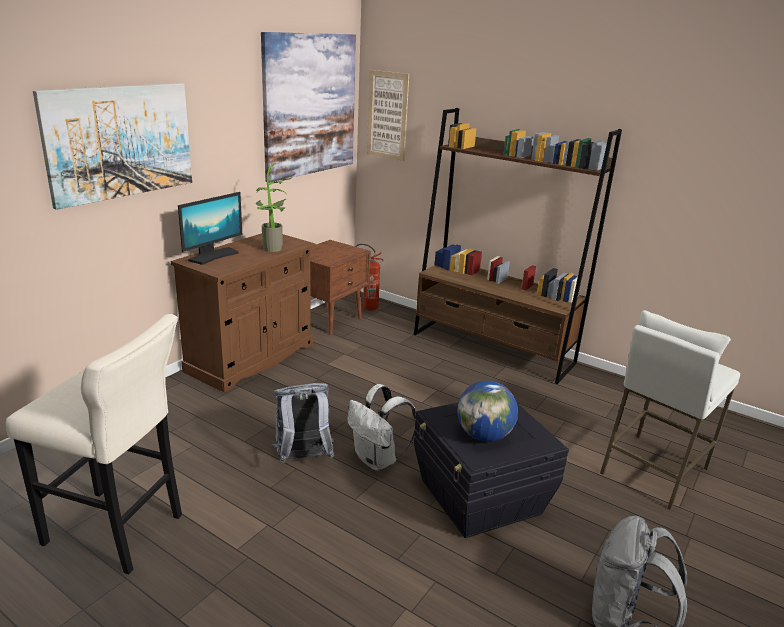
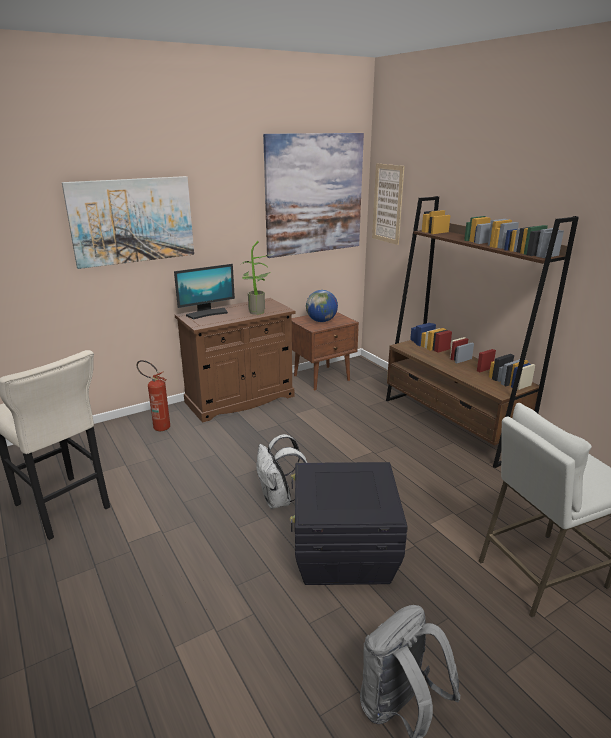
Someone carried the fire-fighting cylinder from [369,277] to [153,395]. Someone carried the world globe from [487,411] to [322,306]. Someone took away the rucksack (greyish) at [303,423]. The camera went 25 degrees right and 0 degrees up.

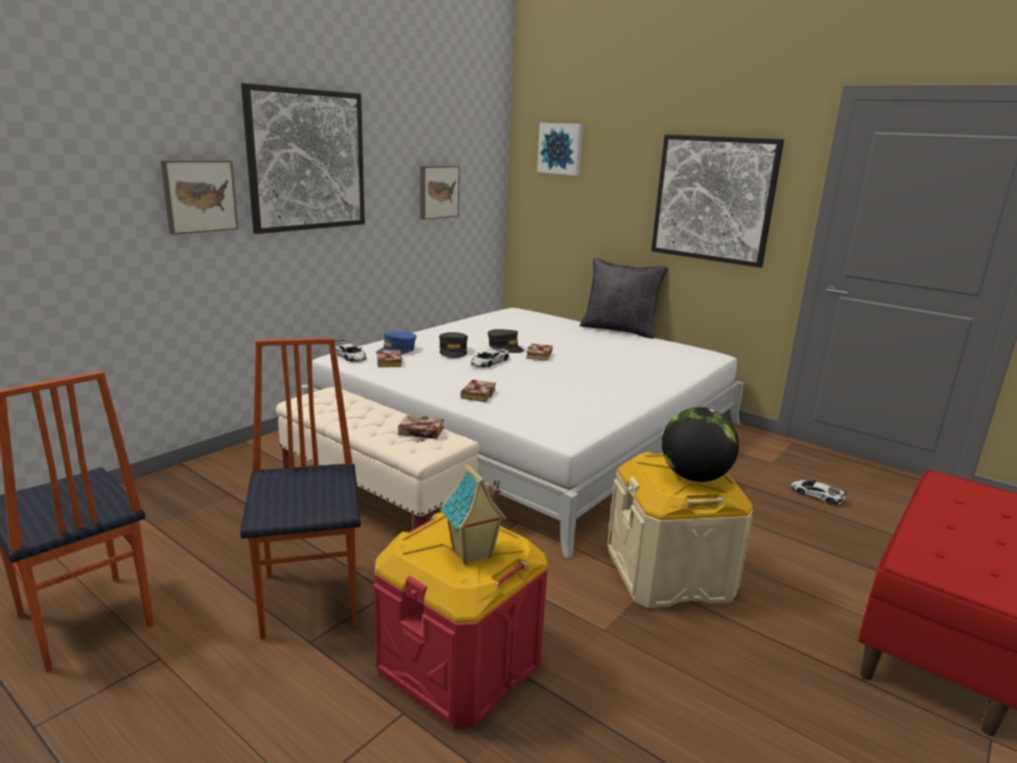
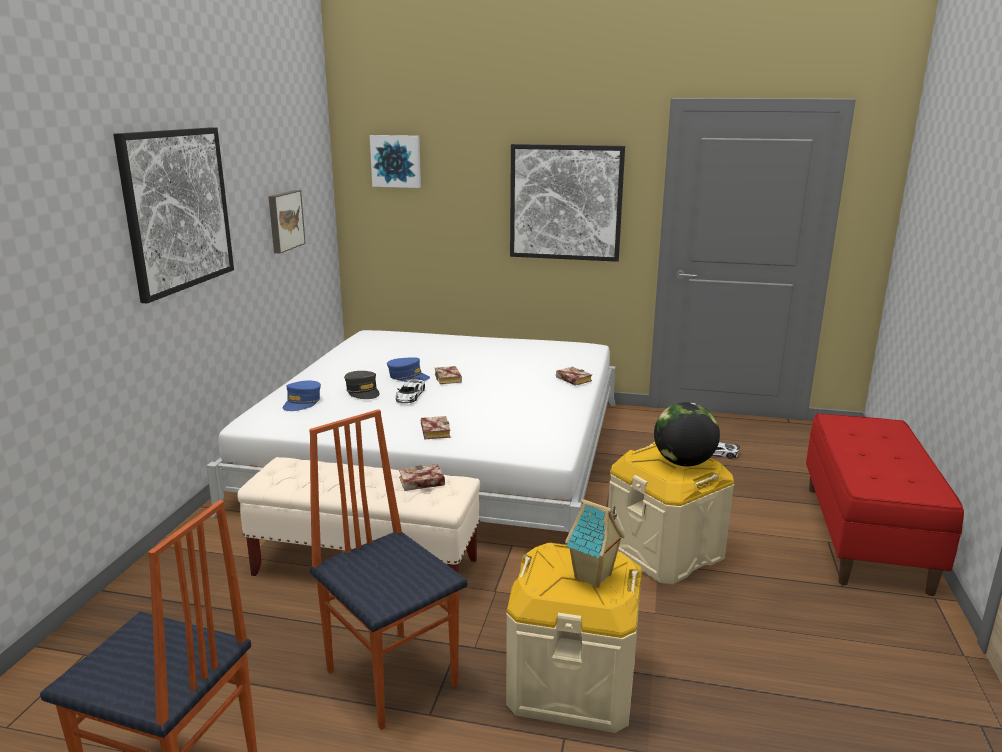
Someone took away the wall art at [199,197]. Someone took away the cushion (blackish) at [624,298]. Someone repainted the peaked cap (greyish) at [506,341], which became the peaked cap (bluish) at [408,369]. Someone took away the toy car at [350,351]. Someone carried the volume from [389,358] to [574,376]. Someone repainted the storage container (red) at [461,620], which became the storage container (beige-coloured) at [574,638]. The camera went 25 degrees left and 0 degrees up.

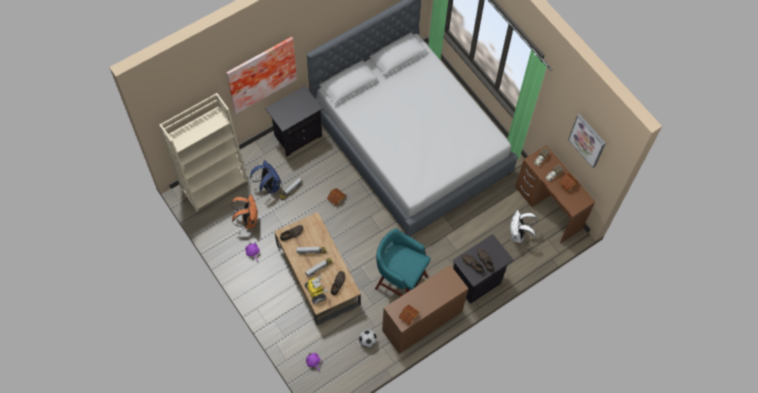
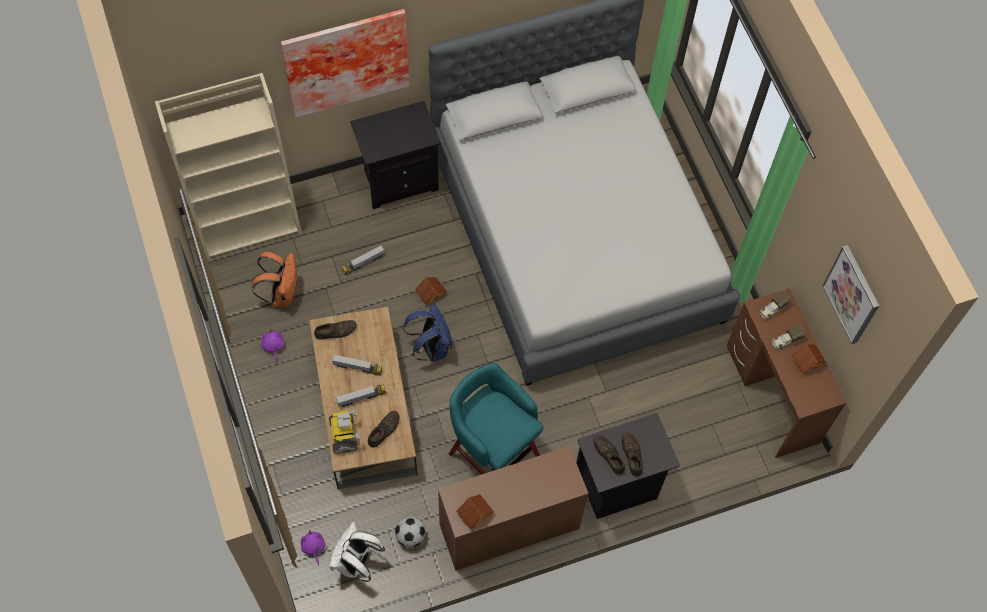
Someone carried the rucksack (bluish) from [266,177] to [427,333]. Someone carried the rucksack (white) from [523,226] to [357,552]. The camera went 15 degrees right and 0 degrees up.

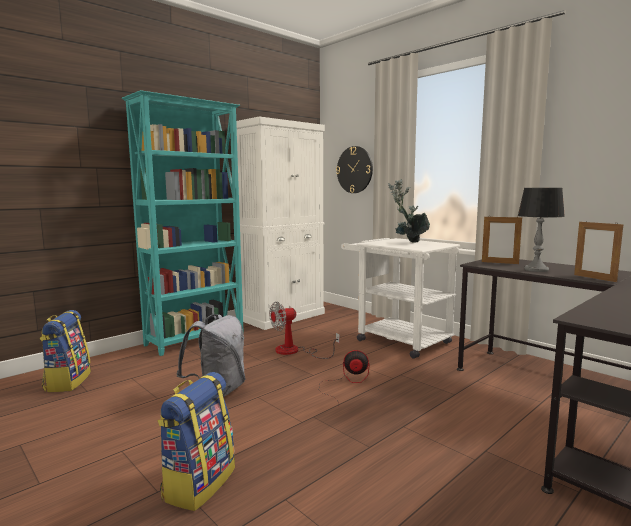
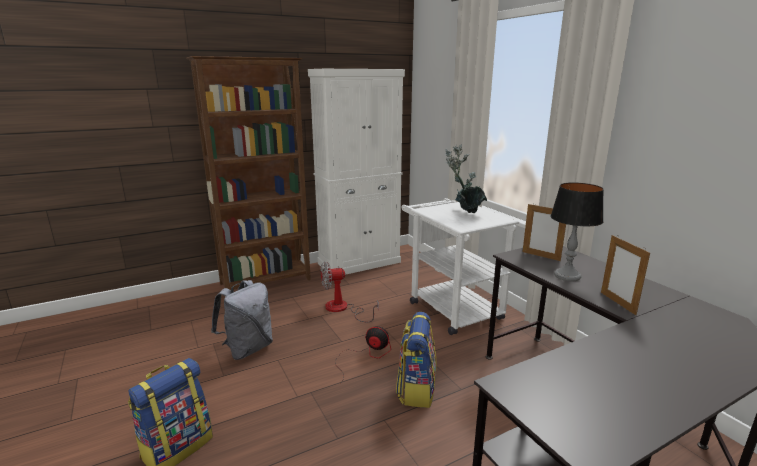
Someone repainted the bookshelf (turquoise-coloured) at [183,223], which became the bookshelf (brown) at [248,173]. Someone took away the clock on the wall at [354,169]. Someone carried the rucksack from [65,351] to [416,360]. The camera went 15 degrees right and 10 degrees up.

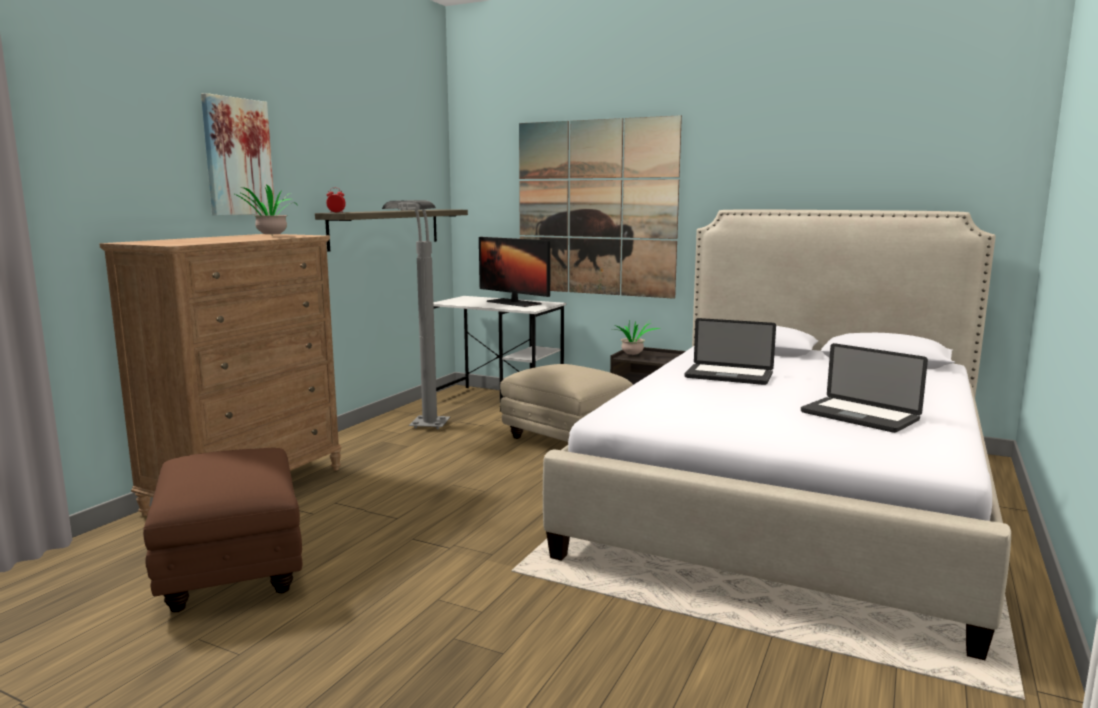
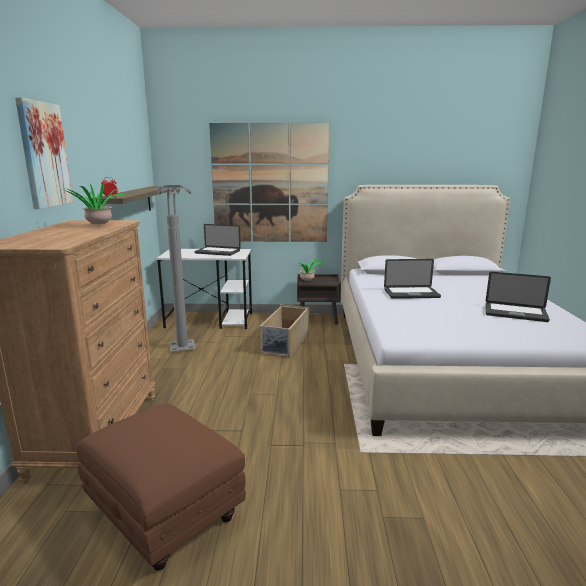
Someone swapped the computer display at [514,272] for the portable computer at [217,240]. Someone swapped the ottoman (beige-coloured) at [566,403] for the storage container (beige-coloured) at [284,331]. The camera went 25 degrees left and 5 degrees up.

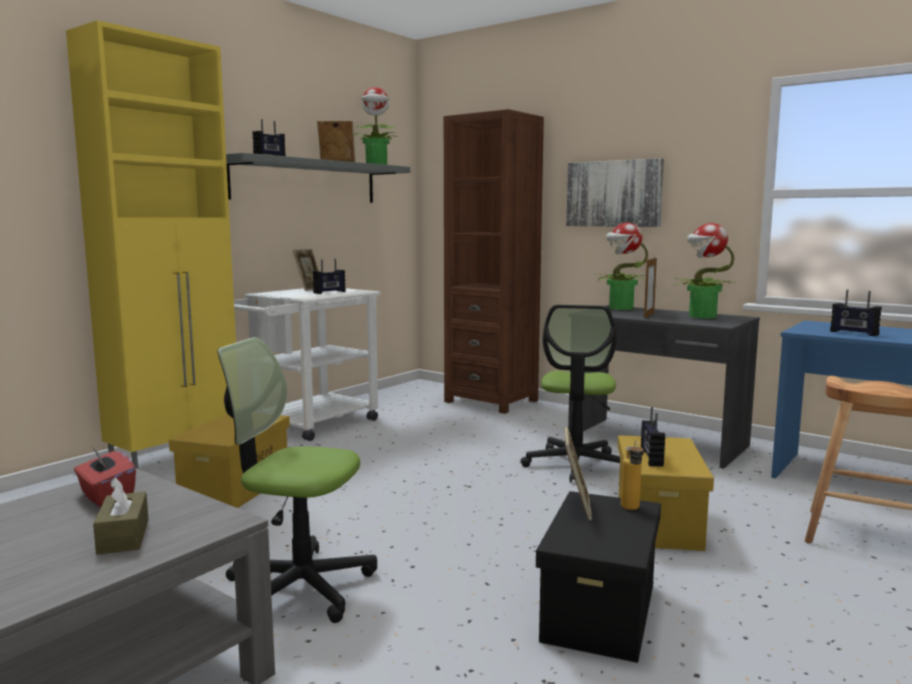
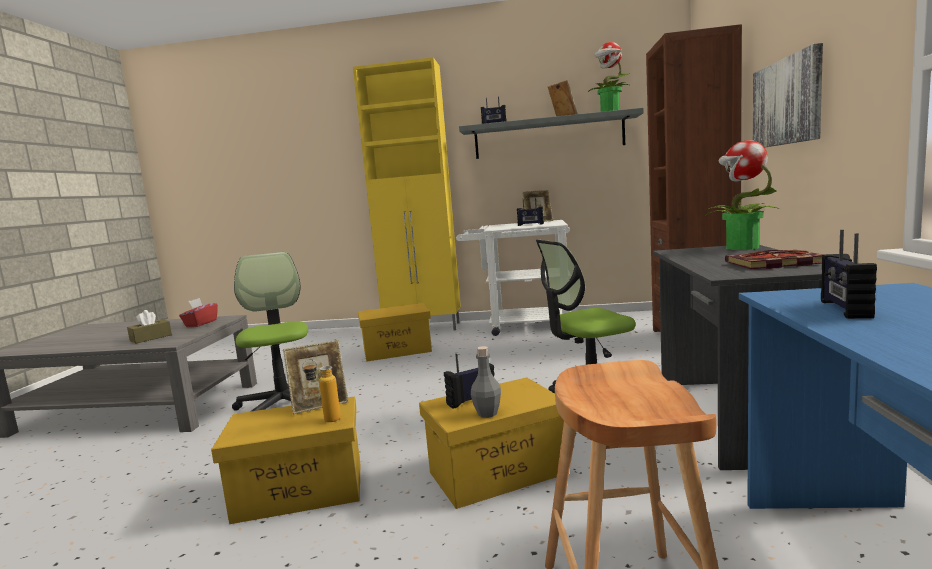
Someone swapped the potted plant at [704,271] for the volume at [774,259]. Someone took away the picture frame at [650,287]. Someone repainted the storage container (blackish) at [598,577], which became the storage container (yellowish) at [285,460]. Someone put down the bottle (greyish) at [486,382]. The camera went 60 degrees right and 0 degrees up.

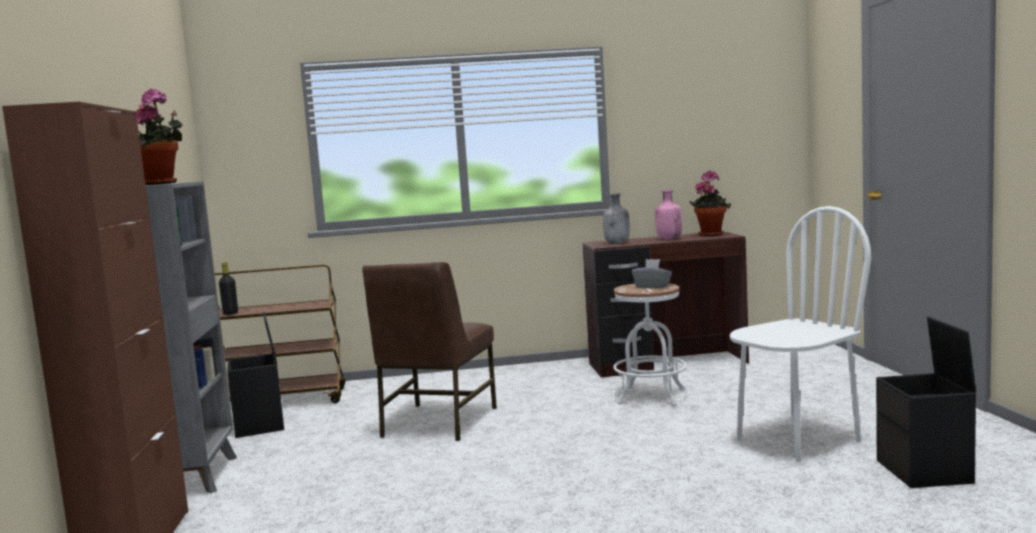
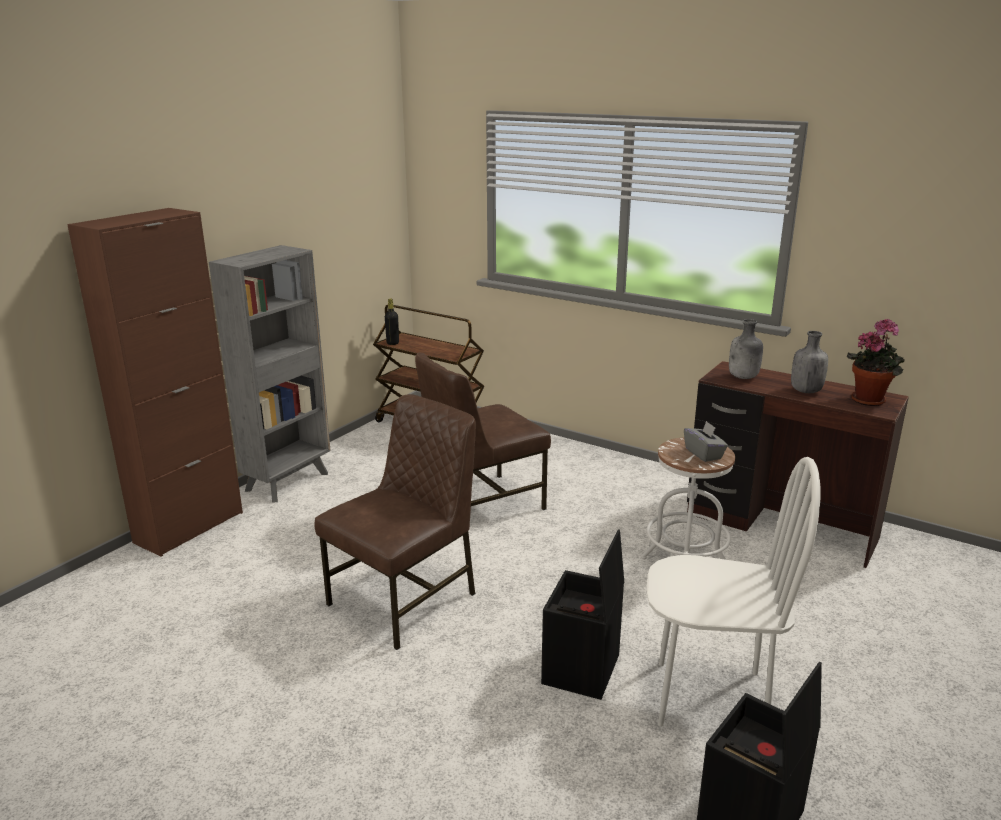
Someone took away the potted plant at [159,137]. Someone repainted the bottle (pink) at [668,214], which became the bottle (greyish) at [809,362]. Someone carried the storage container (blackish) from [255,375] to [582,614]. Someone put down the plain chair (brown) at [395,522]. The camera went 40 degrees right and 15 degrees up.

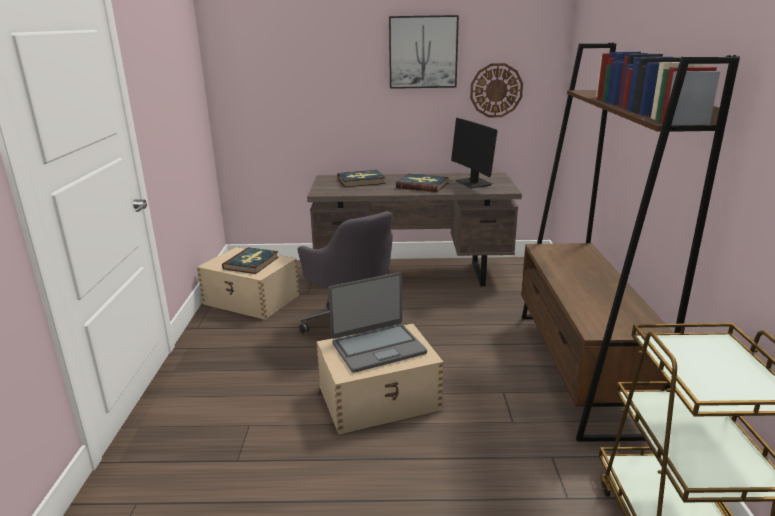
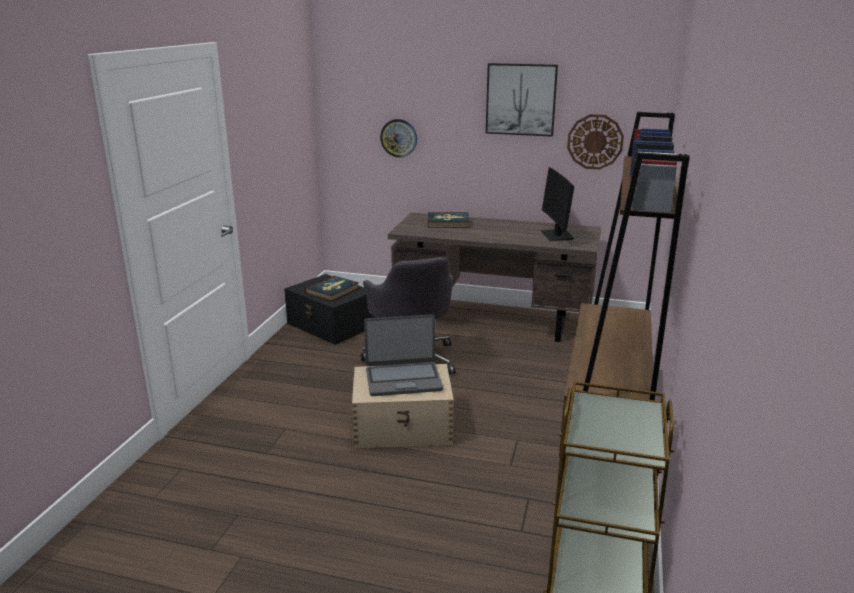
Someone took away the volume at [422,183]. Someone repainted the storage container (beige-coloured) at [248,283], which became the storage container (blackish) at [329,309]. Someone put up the clock on the wall at [398,138]. The camera went 15 degrees right and 0 degrees up.

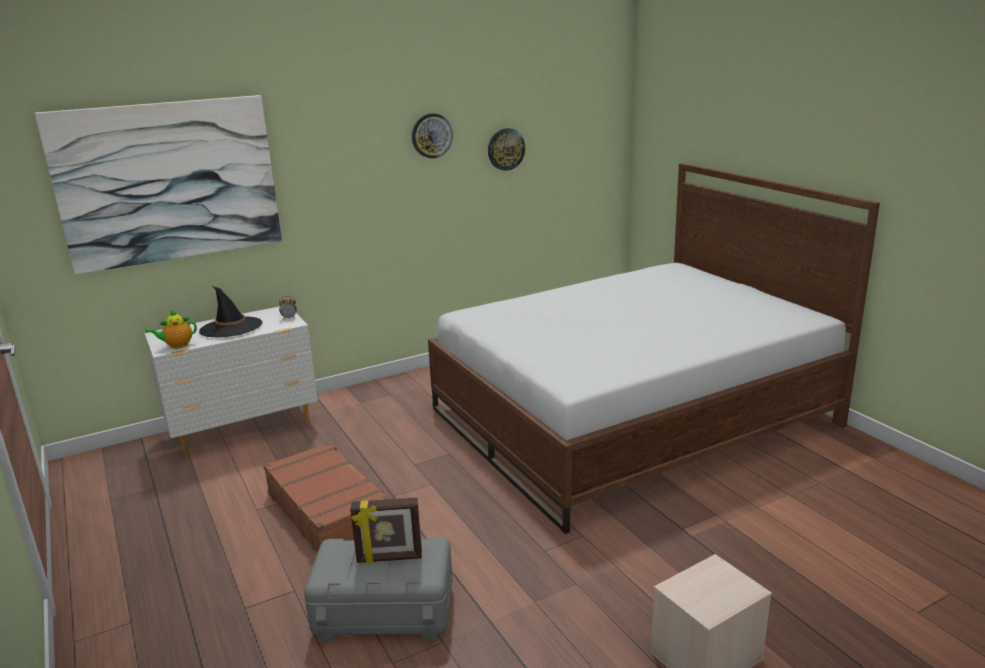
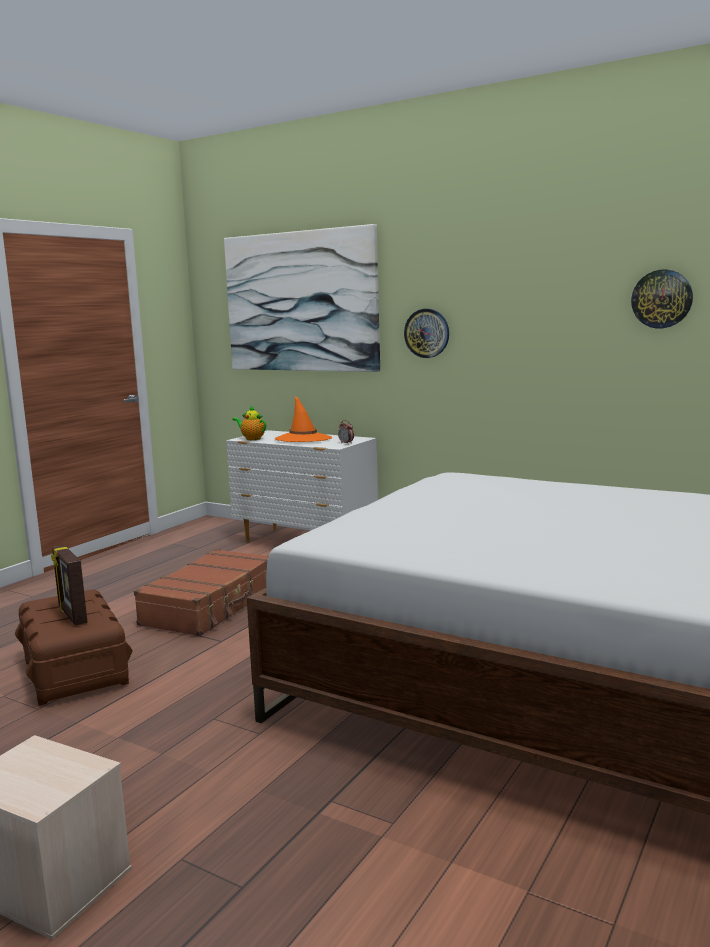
Someone carried the clock on the wall from [432,136] to [426,333]. Someone repainted the hat (blackish) at [230,312], which became the hat (orange) at [303,419]. Someone repainted the storage container (greyish) at [378,589], which became the storage container (brown) at [74,648]. The camera went 60 degrees right and 10 degrees down.

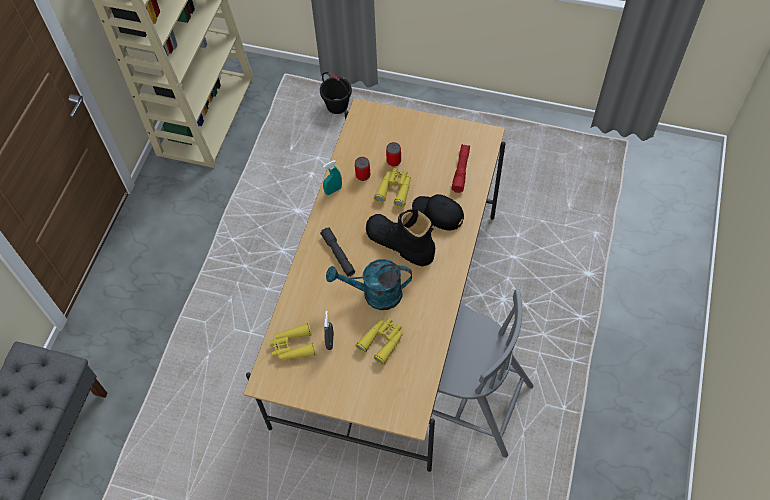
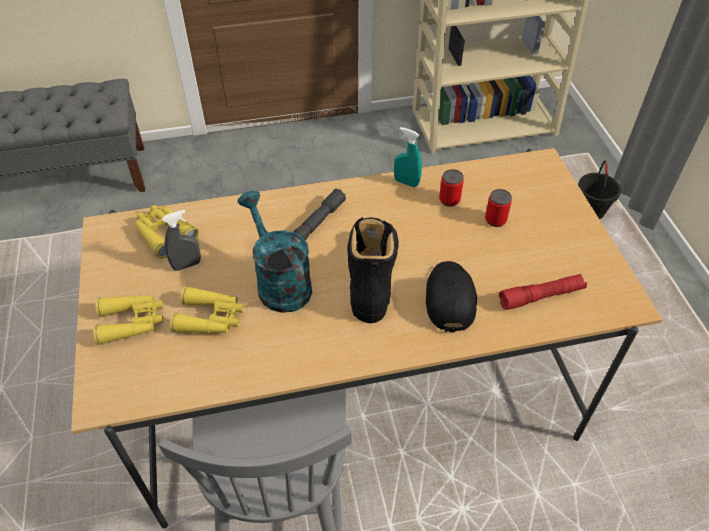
Someone carried the binoculars (yellowish) from [392,188] to [128,320]. The camera went 60 degrees right and 10 degrees down.

